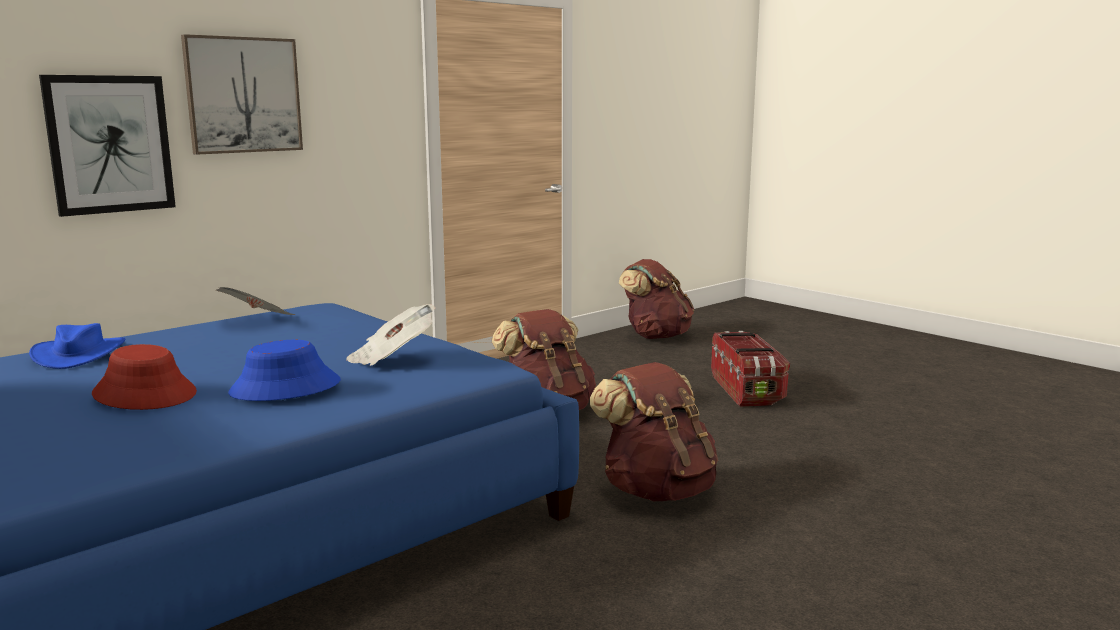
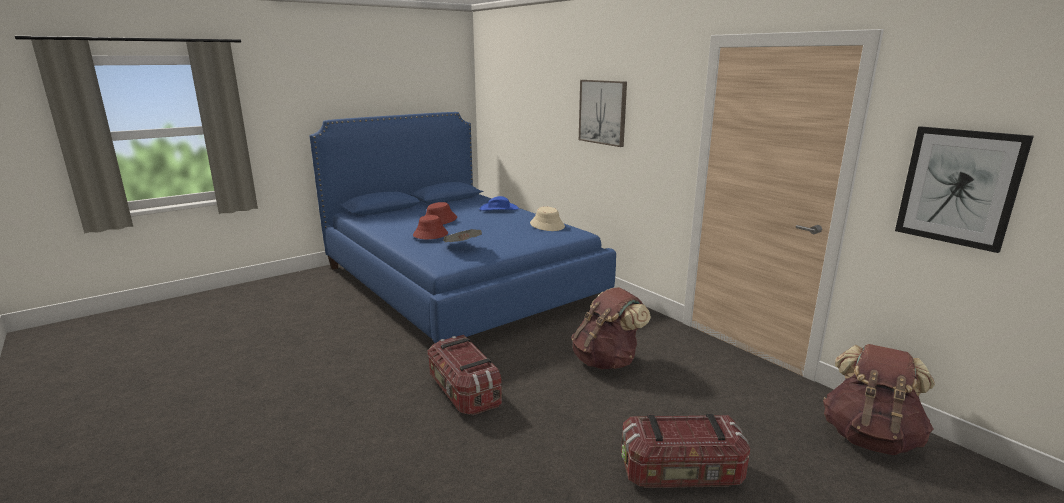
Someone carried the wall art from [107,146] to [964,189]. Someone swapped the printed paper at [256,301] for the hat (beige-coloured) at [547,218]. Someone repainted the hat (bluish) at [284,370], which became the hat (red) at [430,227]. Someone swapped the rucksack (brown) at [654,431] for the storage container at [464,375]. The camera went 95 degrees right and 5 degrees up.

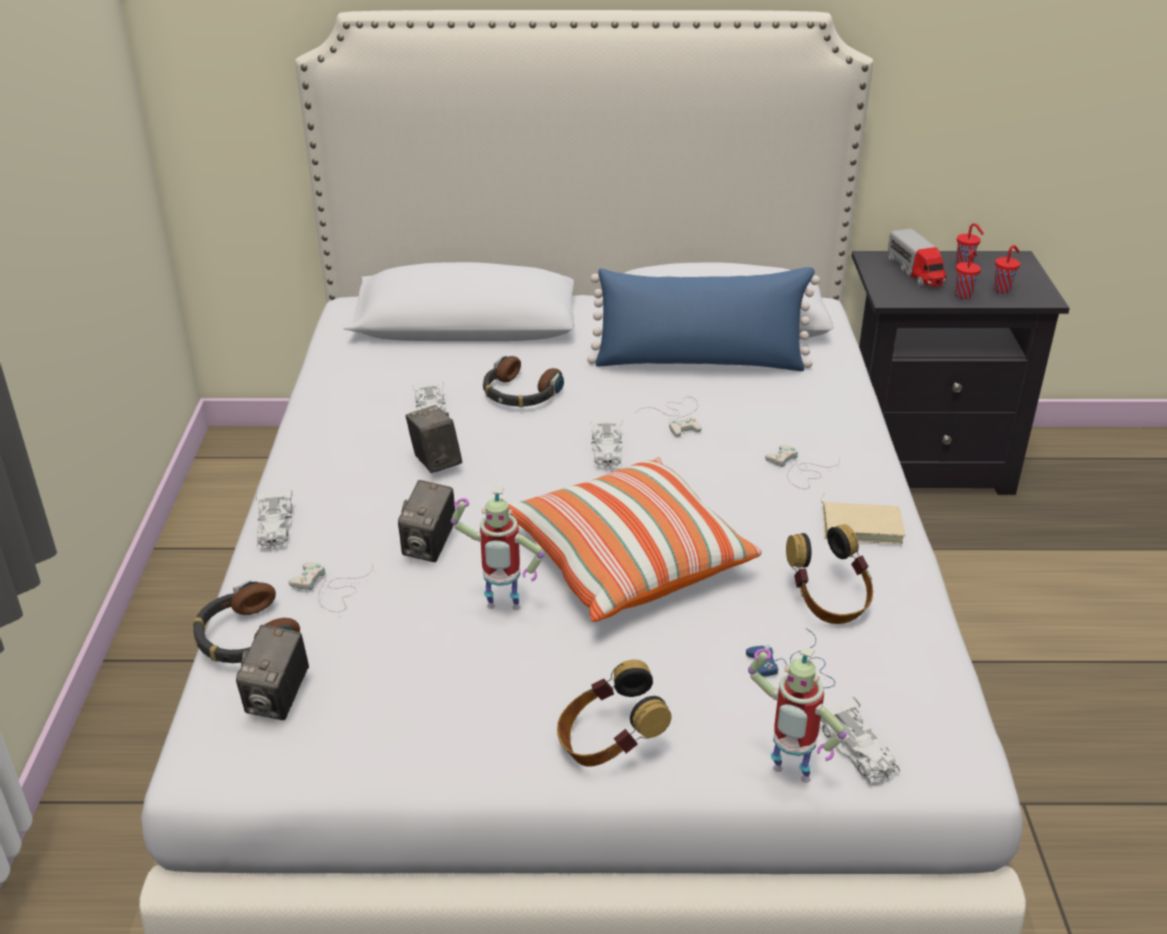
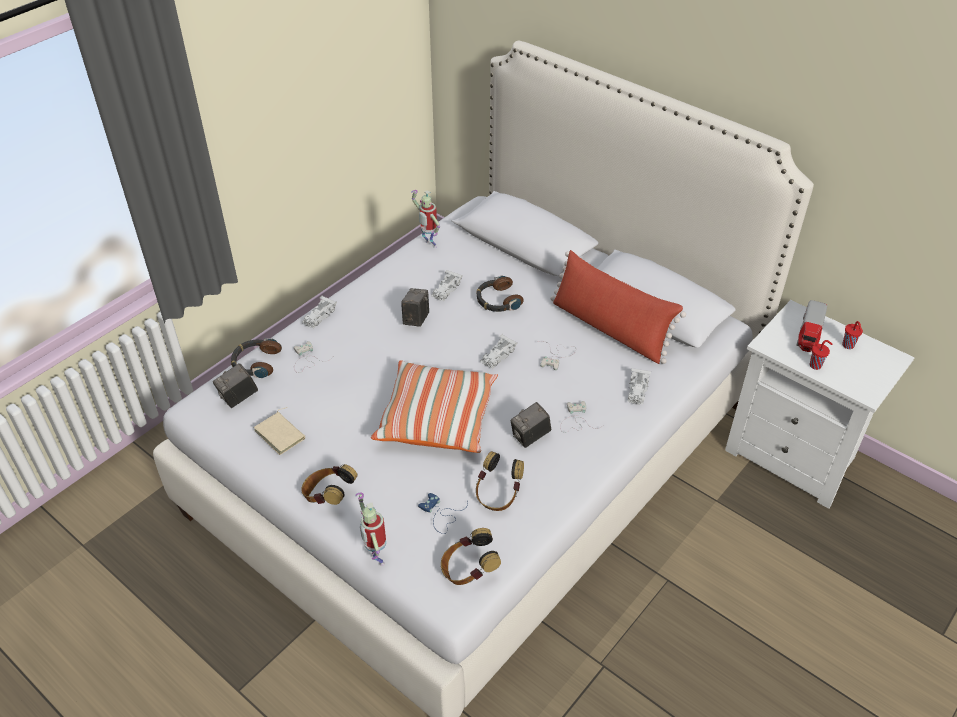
Someone took away the drinking cup (red) at [1007,269]. Someone repainted the nightstand (blackish) at [961,373], which became the nightstand (white) at [820,404]. Someone repainted the cushion (bluish) at [703,319], which became the cushion (red) at [618,307]. Someone carried the still camera from [426,521] to [530,425]. Someone carried the robot figure from [497,548] to [425,219]. Someone carried the volume (beige-coloured) from [863,518] to [279,431]. Someone carried the toy car (white) from [860,740] to [639,386]. Someone put down the pair of headphones at [471,556]. The camera went 40 degrees right and 10 degrees up.

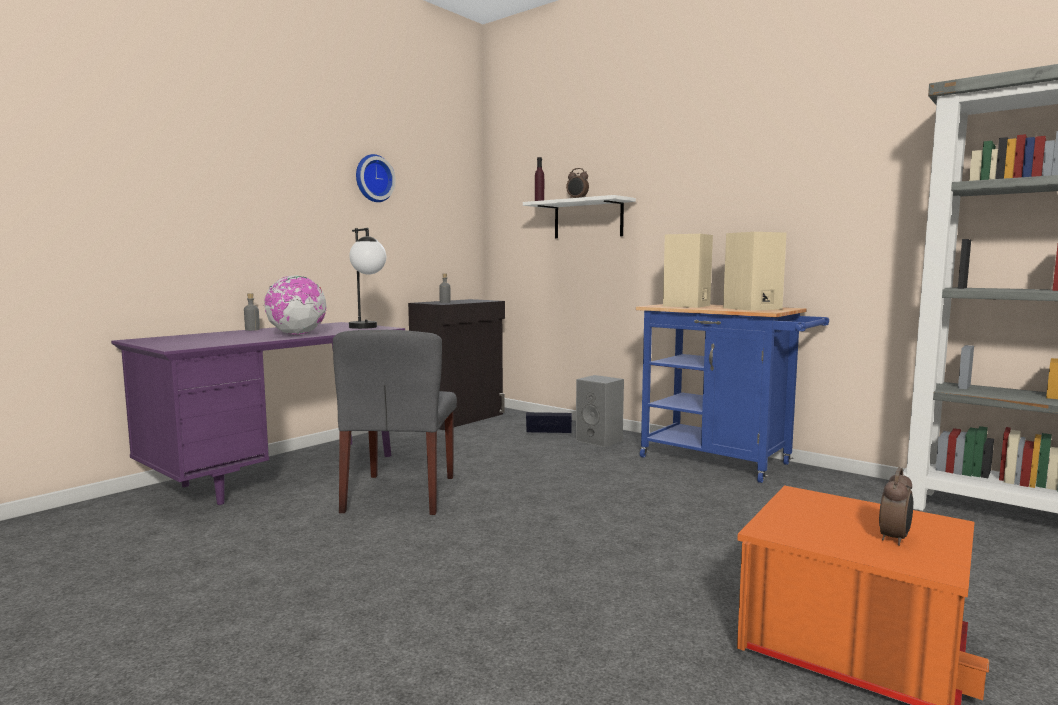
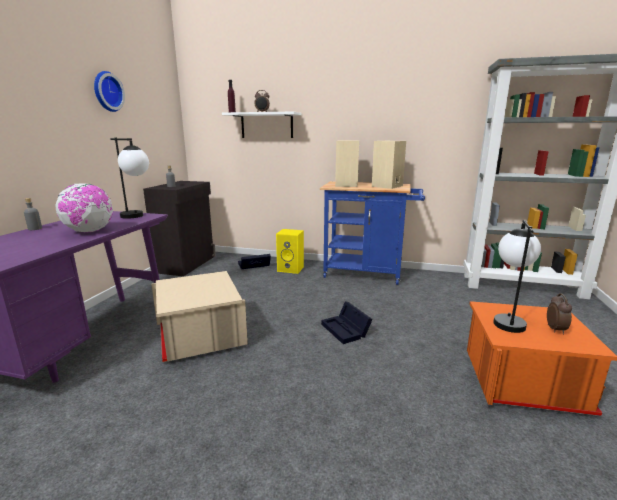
Someone swapped the plain chair (greyish) at [395,422] for the storage container (beige-coloured) at [199,316]. Someone repainted the speaker (greyish) at [600,411], which became the speaker (yellowish) at [290,251]. Someone put down the table lamp at [517,276]. Someone put down the storage container (blackish) at [347,322]. The camera went 25 degrees left and 10 degrees up.

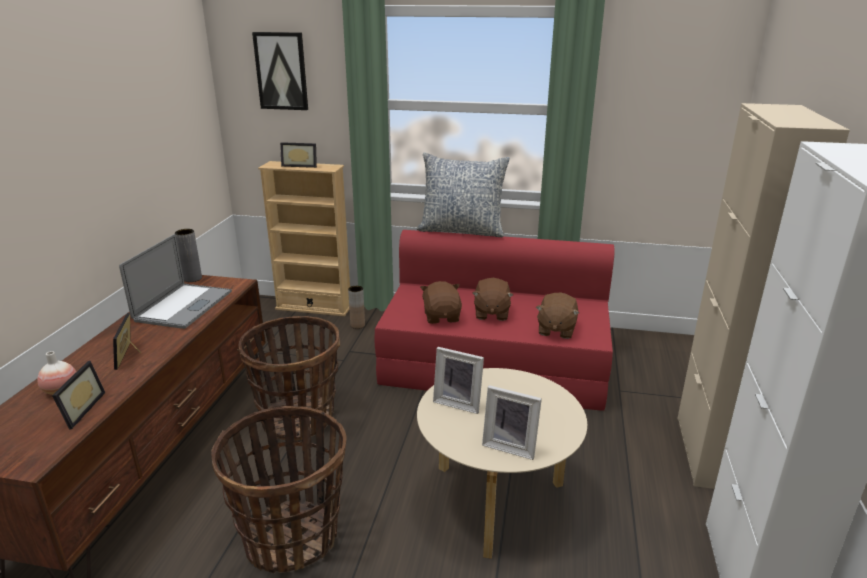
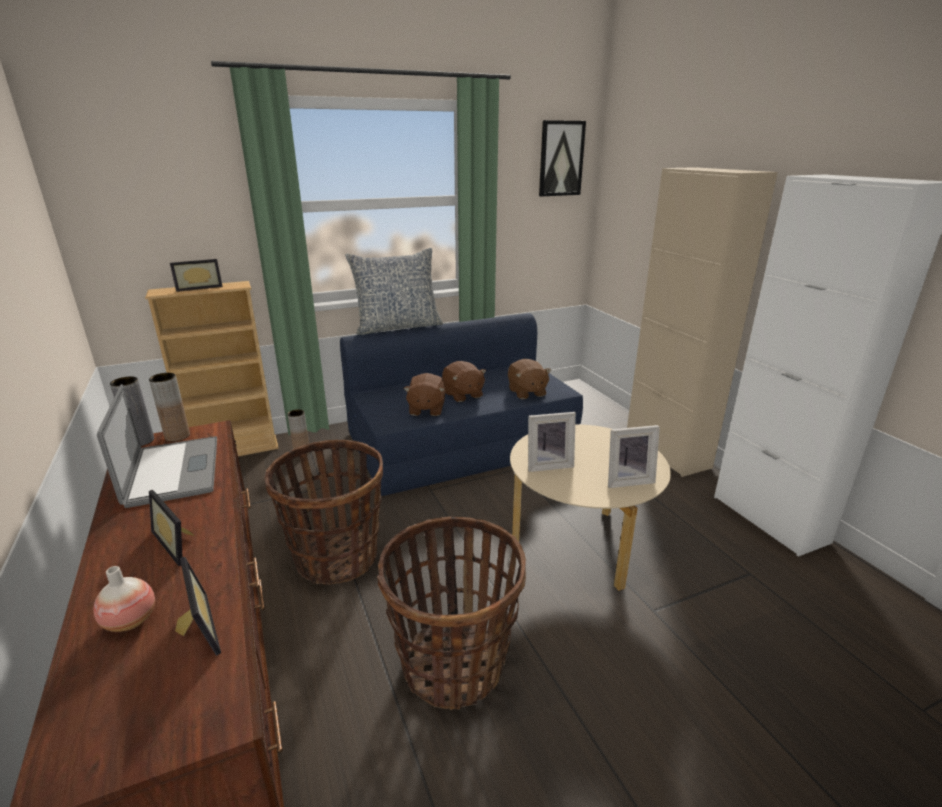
Someone carried the wall art from [280,71] to [562,158]. Someone repainted the settee (red) at [495,320], which became the settee (bluish) at [461,404]. Someone rotated the cuddly toy (brown) at [441,302] by 135 degrees counterclockwise. Someone put down the decorative vase (brown) at [169,407]. The camera went 35 degrees left and 0 degrees up.

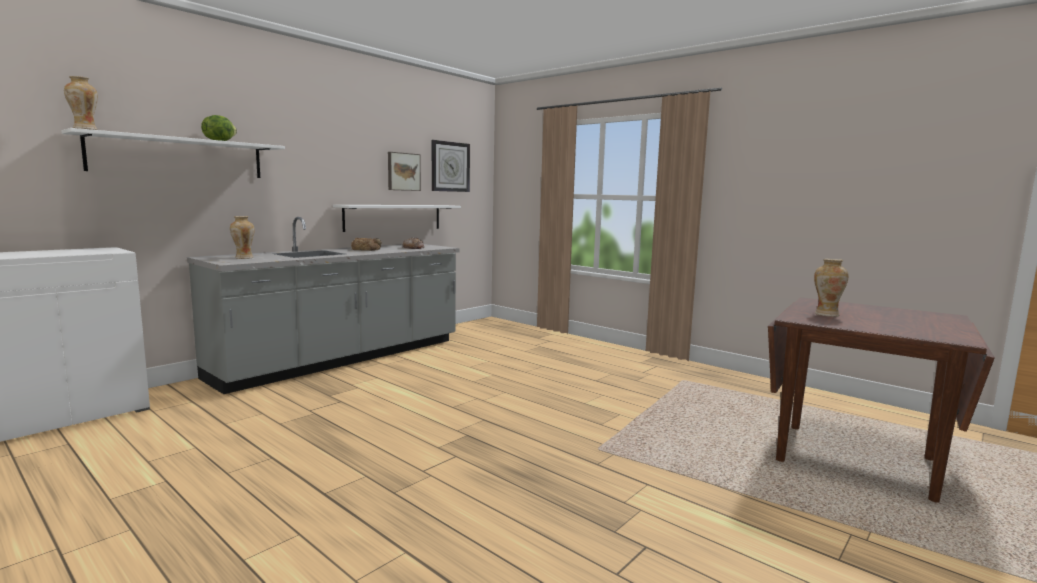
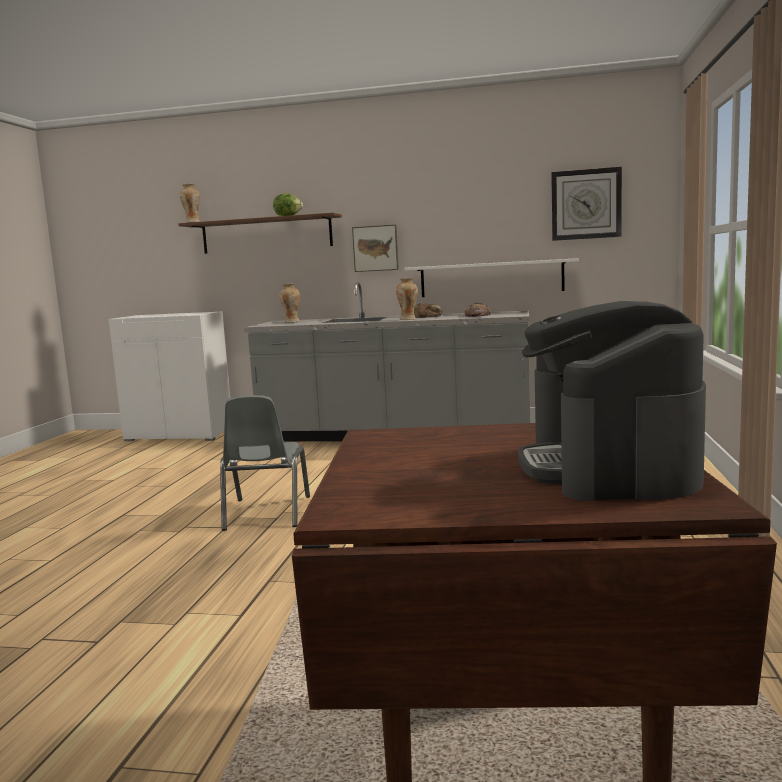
Someone repainted the shelf (white) at [173,153], which became the shelf (brown) at [260,233]. Someone carried the wall art from [404,171] to [375,248]. Someone carried the decorative vase from [831,288] to [407,299]. Someone put down the coffee machine at [612,401]. Someone put down the plain chair (greyish) at [265,463]. The camera went 60 degrees right and 0 degrees up.

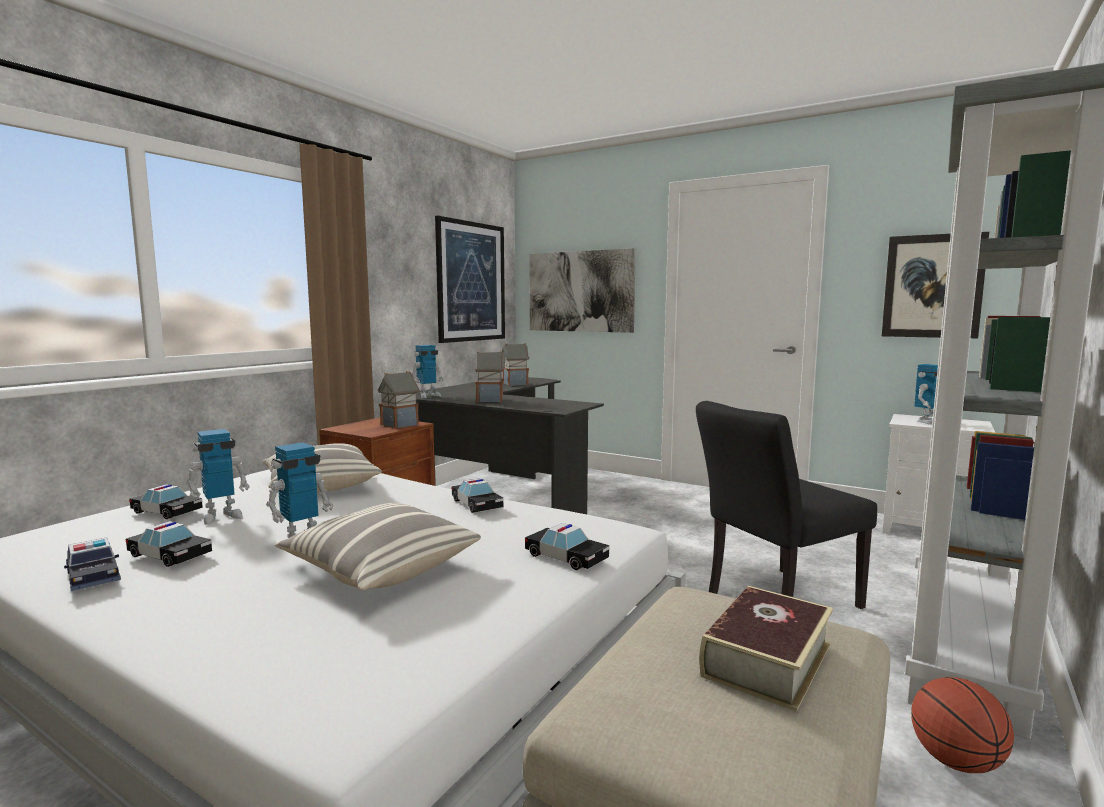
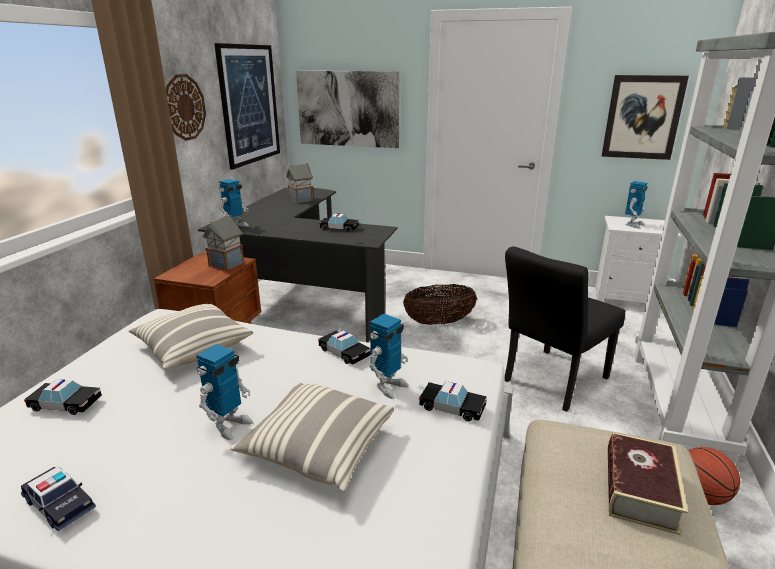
Someone took away the toy house at [490,377]. Someone carried the robot figure from [218,477] to [389,356]. Someone carried the toy car from [169,544] to [339,222]. Someone put up the clock on the wall at [186,107]. Someone put down the storage basket at [440,304]. The camera went 15 degrees left and 15 degrees up.

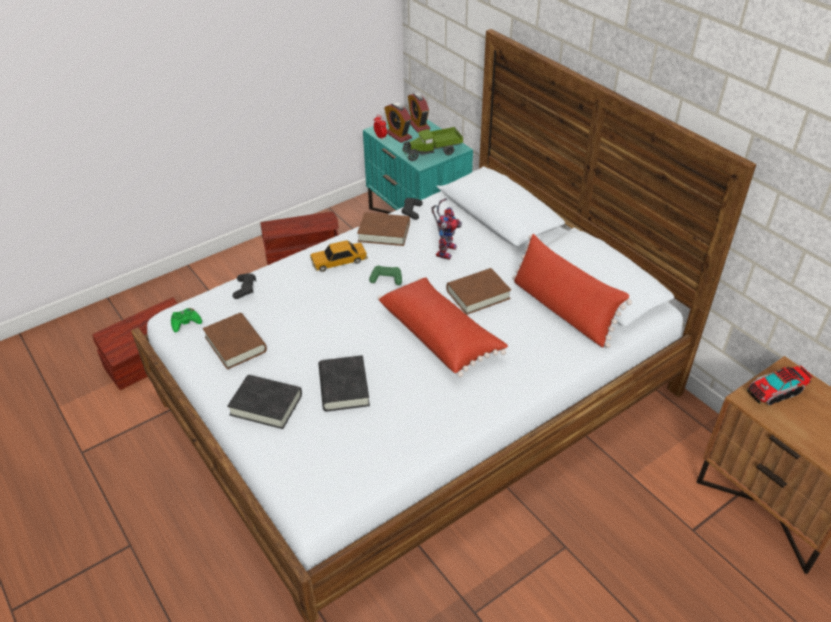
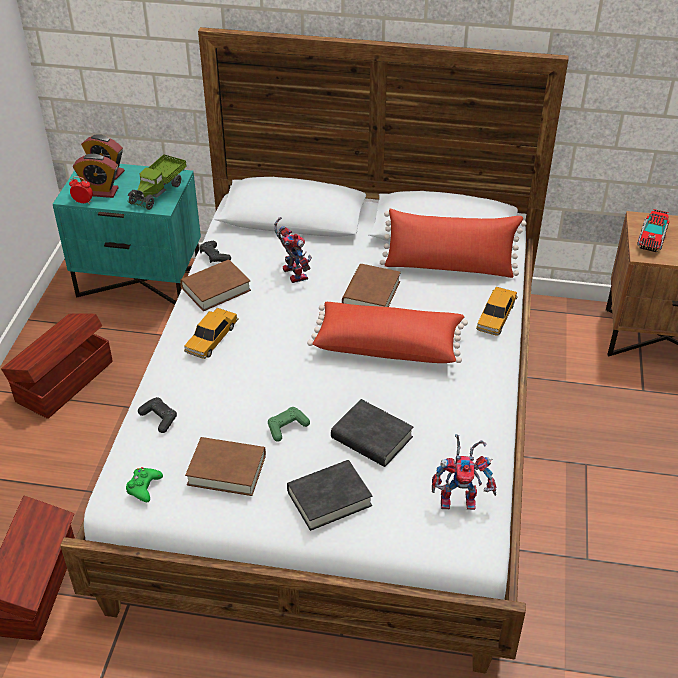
Someone carried the joypad (green) from [385,275] to [289,424]. Someone put down the toy car at [497,311]. Someone put down the robot figure at [464,472]. The camera went 45 degrees left and 0 degrees up.

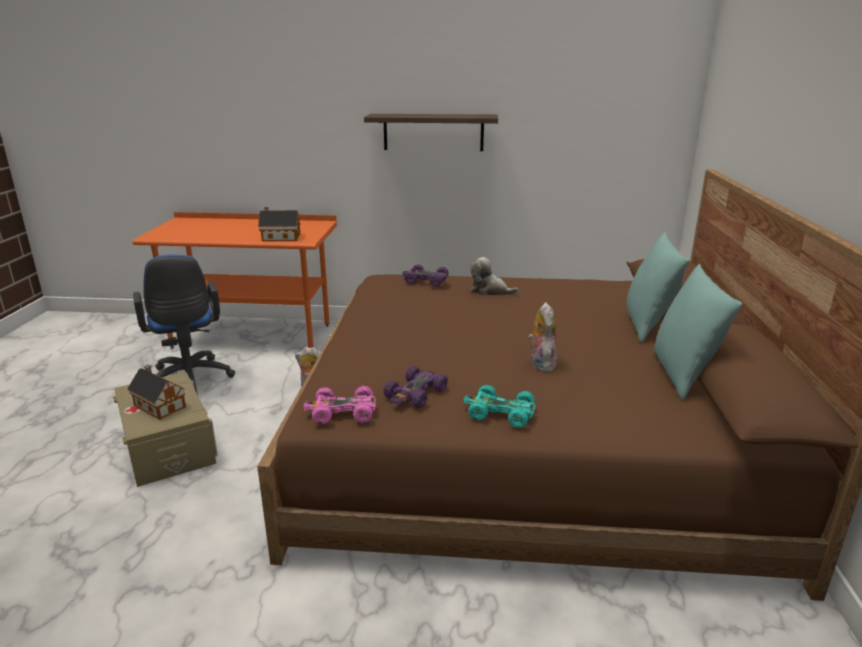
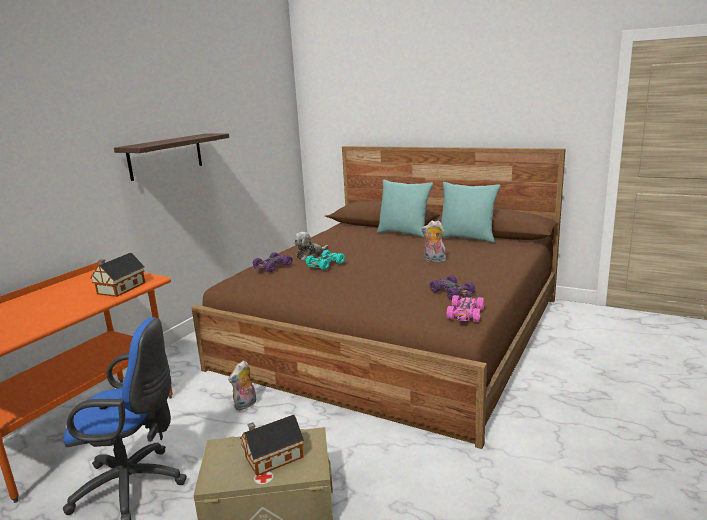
Someone carried the toy car (turquoise-coloured) from [499,406] to [325,260]. The camera went 65 degrees left and 5 degrees down.

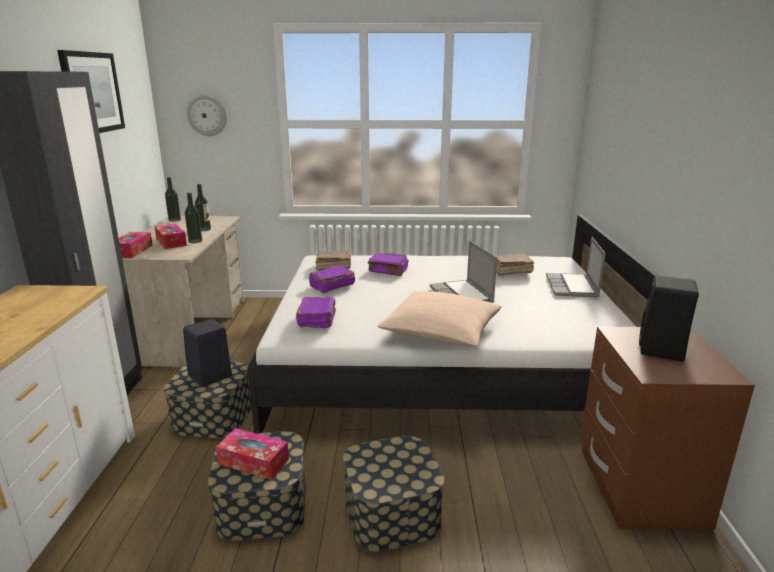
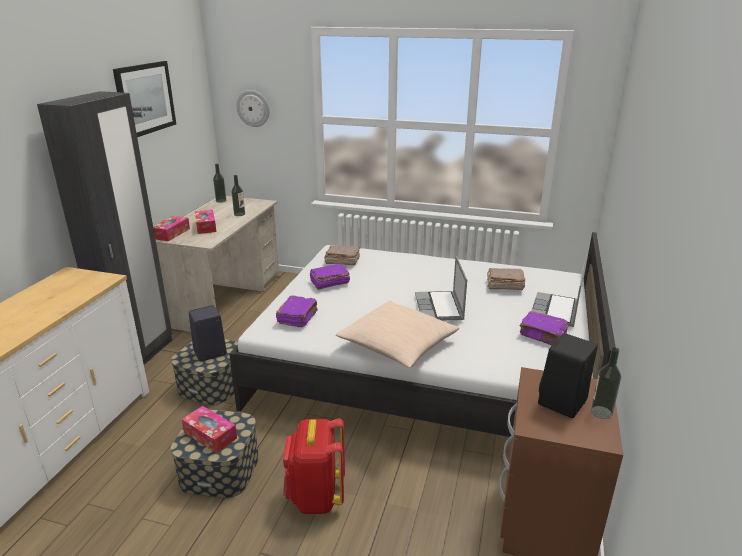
Someone carried the bottle from [193,218] to [606,383]. Someone carried the volume (purple) from [388,264] to [544,328]. Someone swapped the storage container at [394,494] for the rucksack (red) at [314,466]. The camera went 15 degrees right and 5 degrees up.

